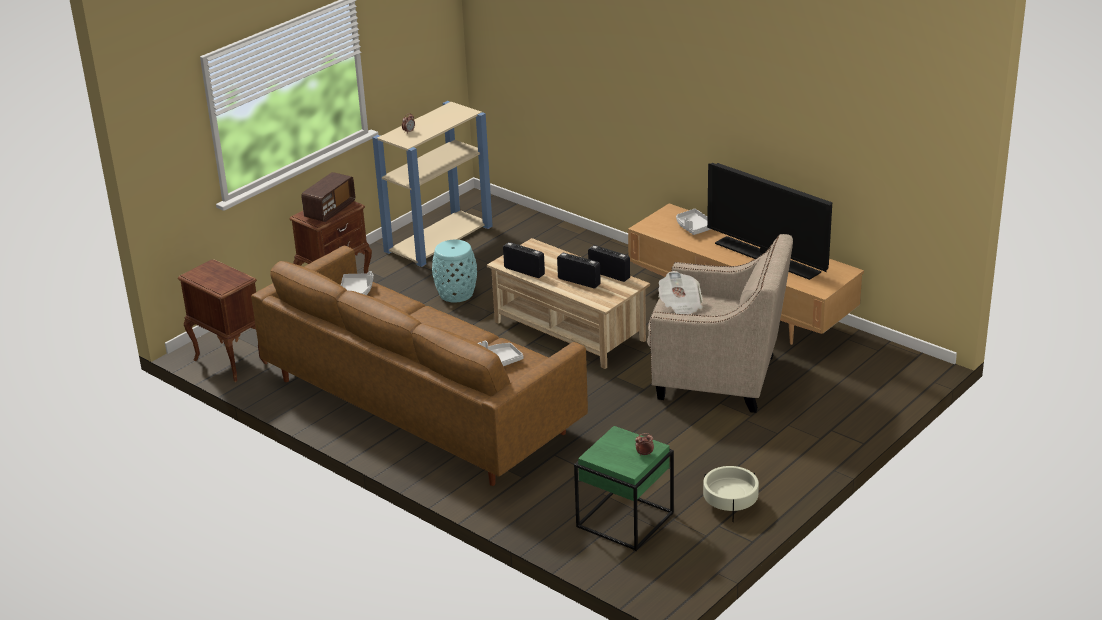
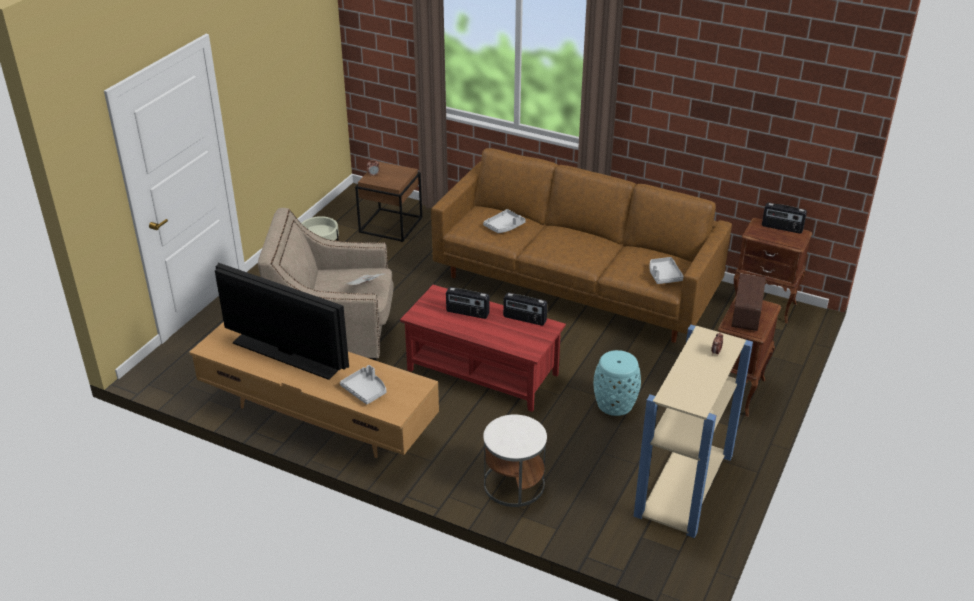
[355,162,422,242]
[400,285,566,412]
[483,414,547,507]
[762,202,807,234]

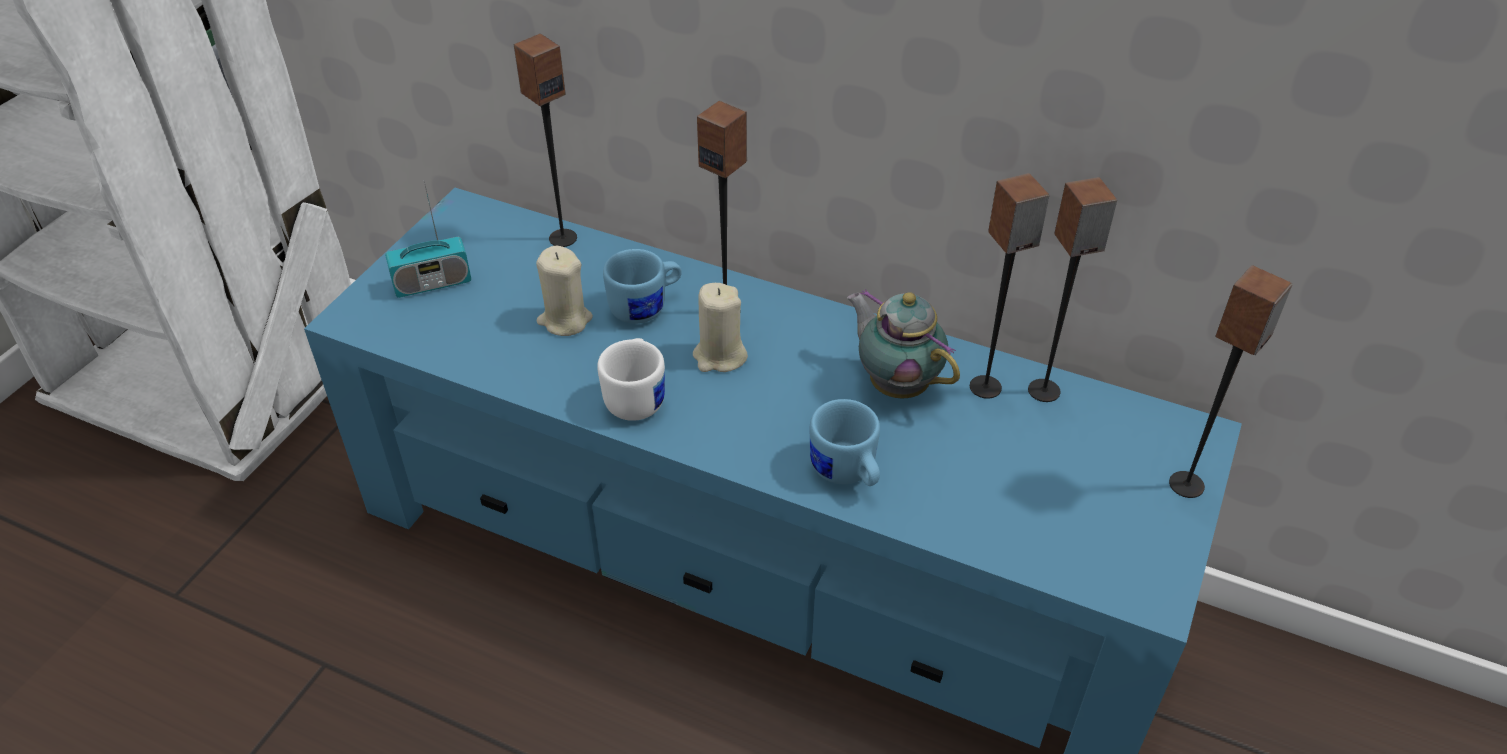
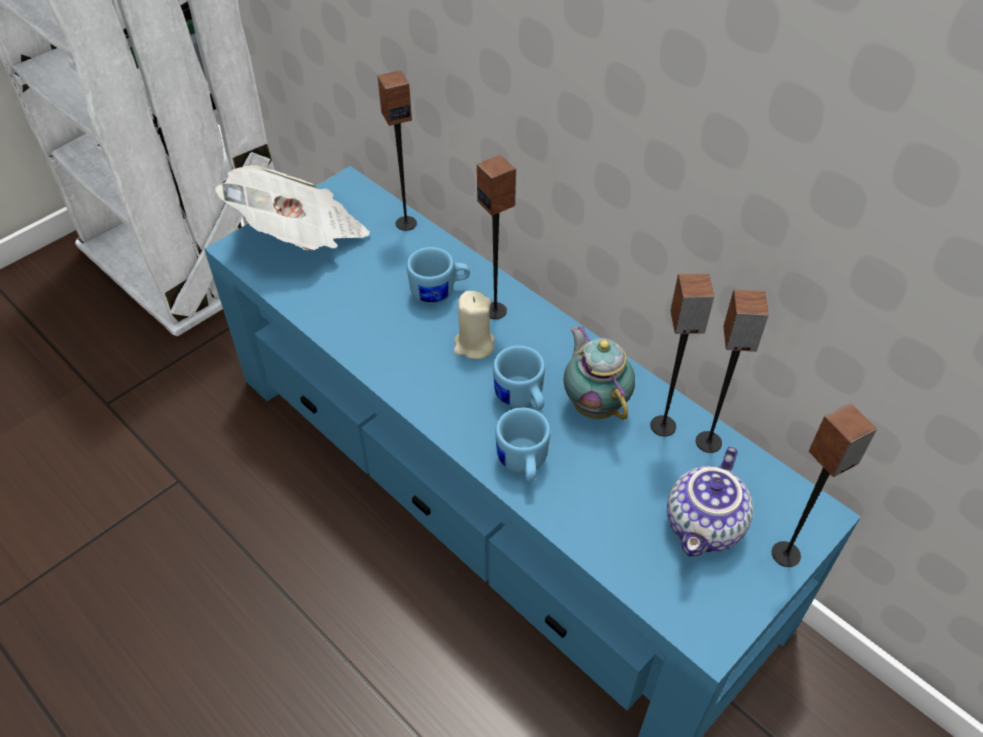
[215,165,370,251]
[493,346,545,411]
[667,447,753,557]
[536,245,593,336] (first image)
[597,338,665,421] (first image)

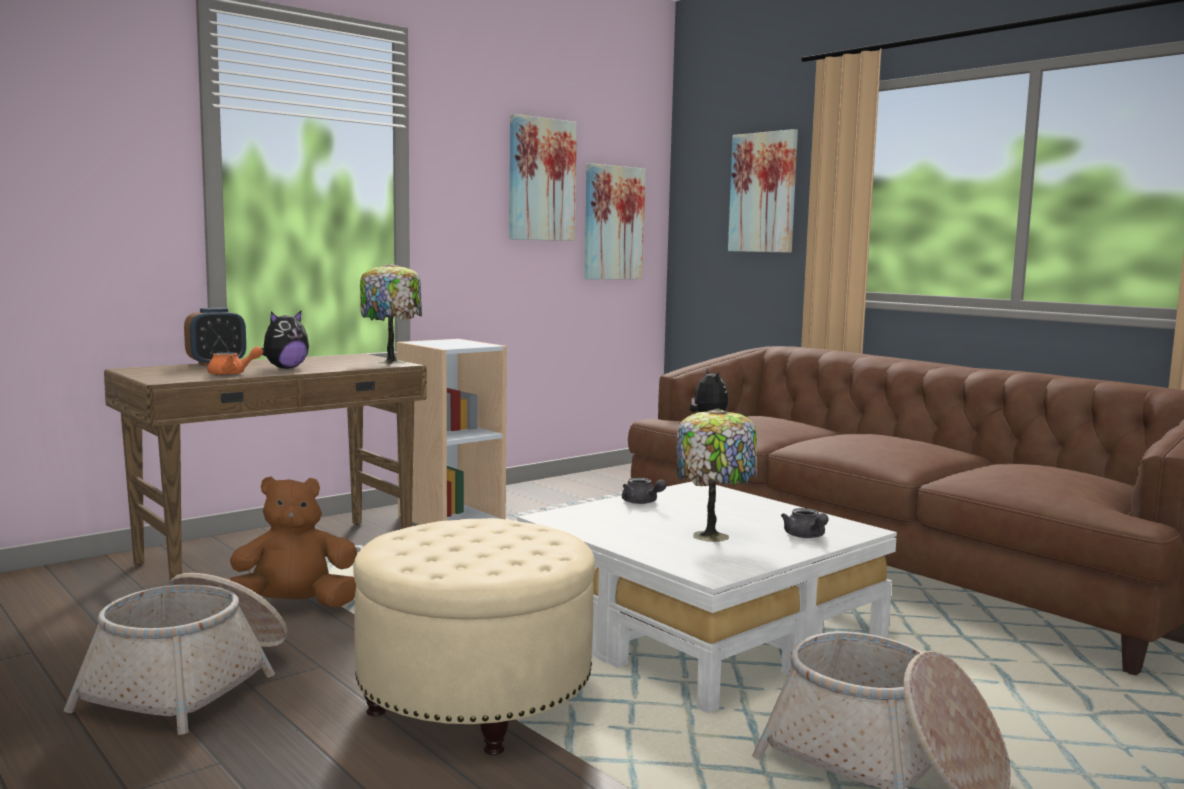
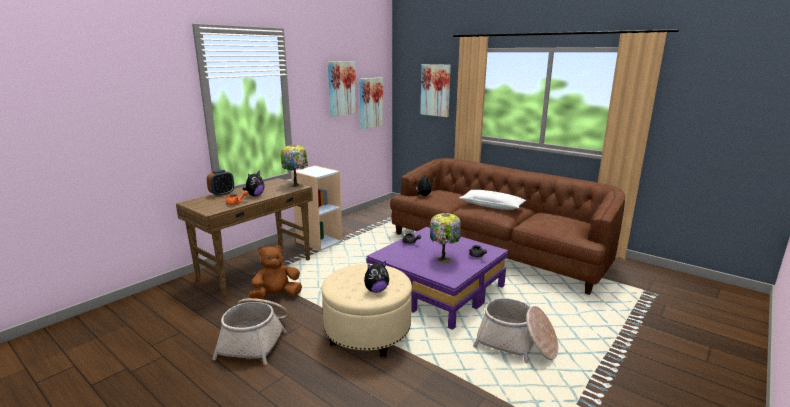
[364,261,389,293]
[367,227,508,330]
[459,190,526,210]

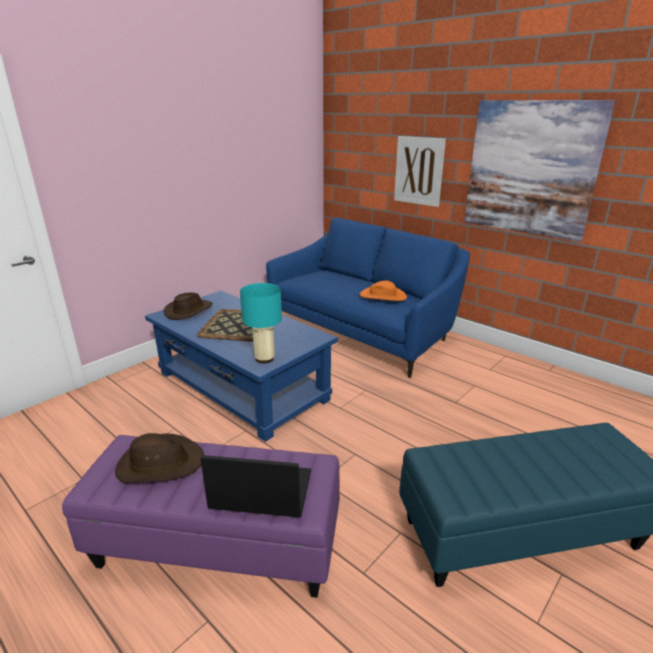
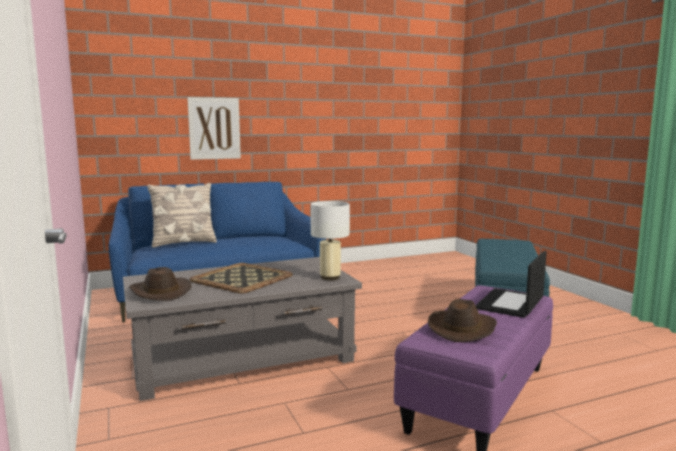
[123,257,362,401]
[147,183,217,248]
[311,201,350,280]
[359,281,407,301] (first image)
[464,100,615,242] (first image)

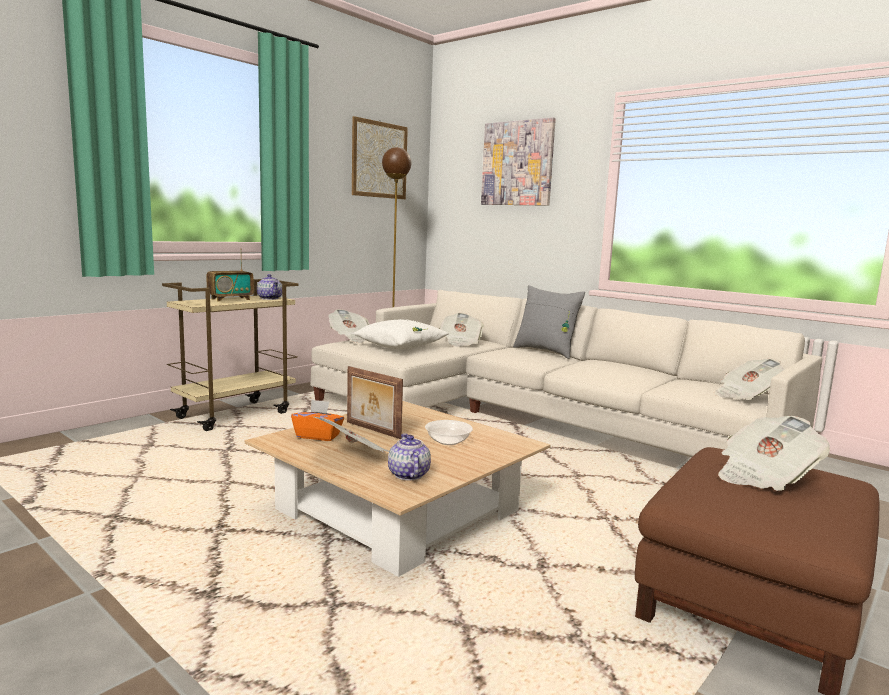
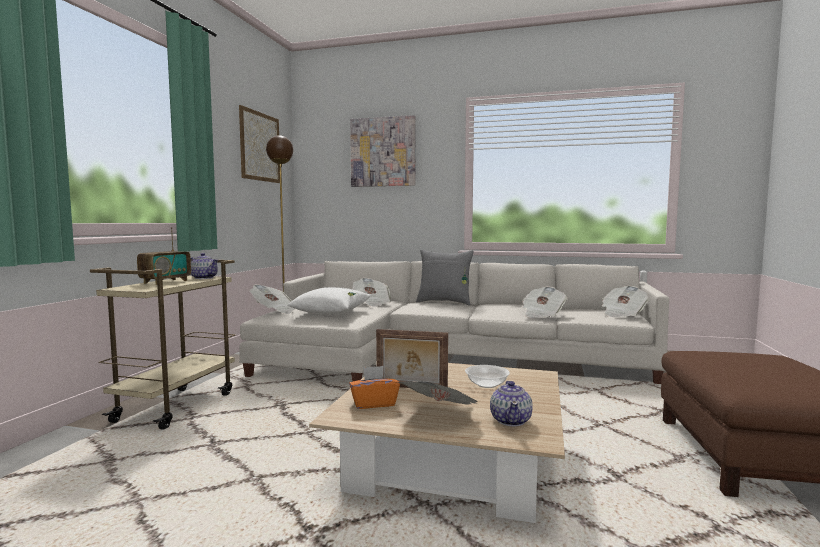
[490,381,533,426]
[522,286,568,318]

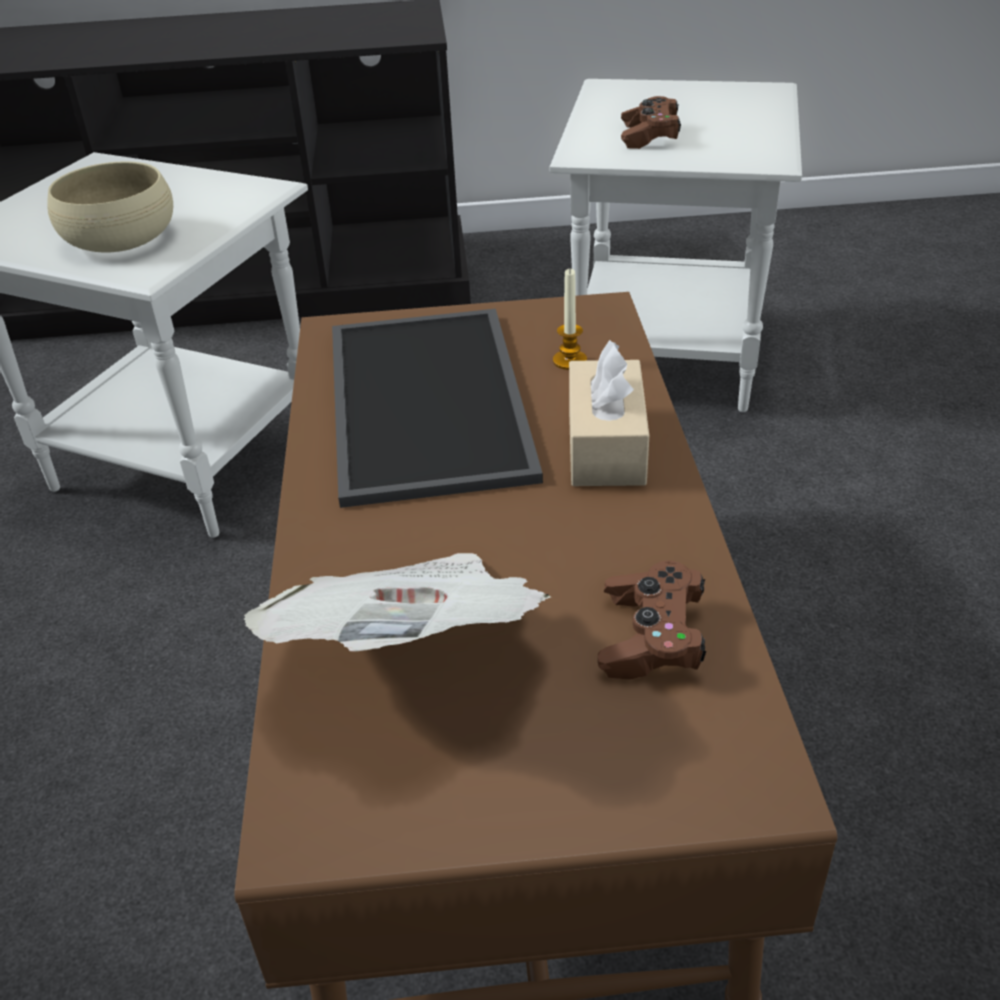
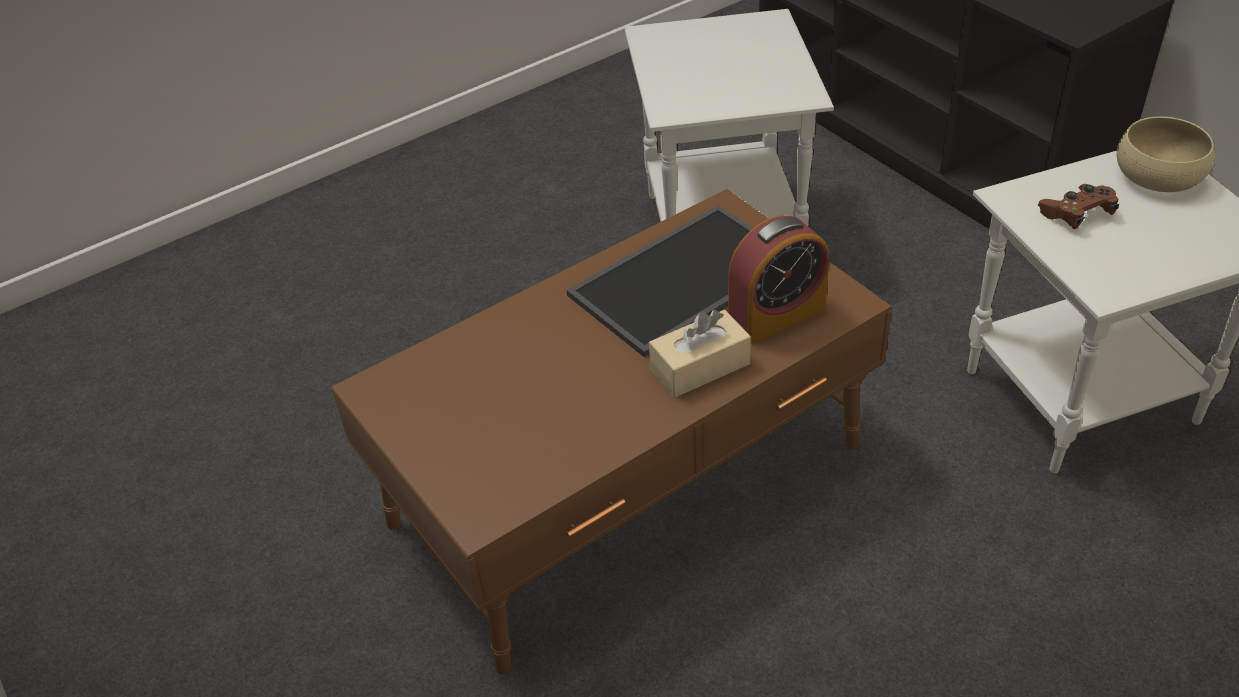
[728,215,829,344]
[1117,116,1214,192]
[243,553,551,652] (first image)
[598,560,706,680] (first image)

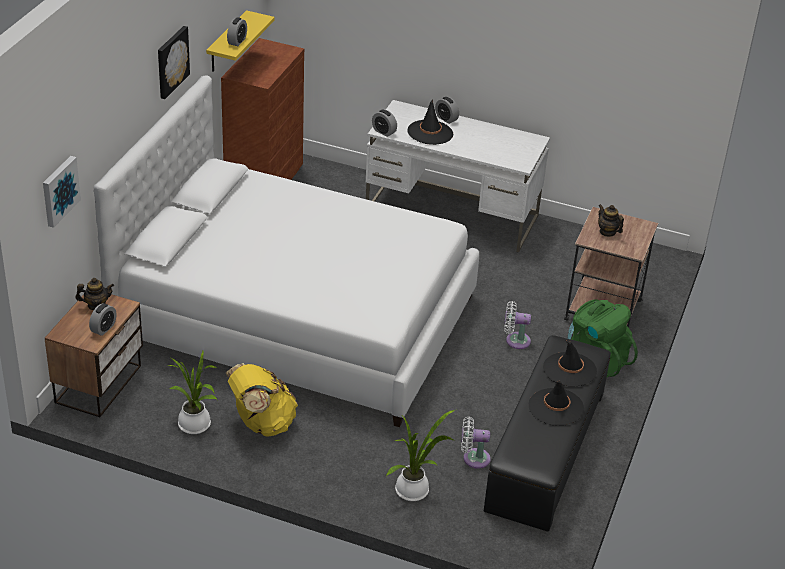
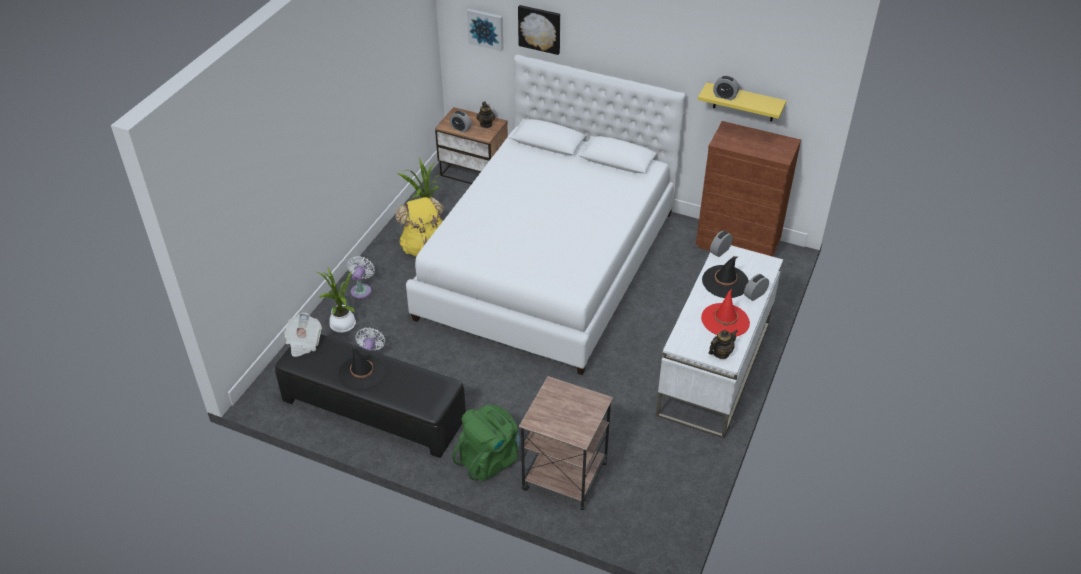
[284,313,322,357]
[347,256,375,299]
[518,5,560,55]
[701,289,750,337]
[708,330,738,359]
[543,340,597,387] (first image)

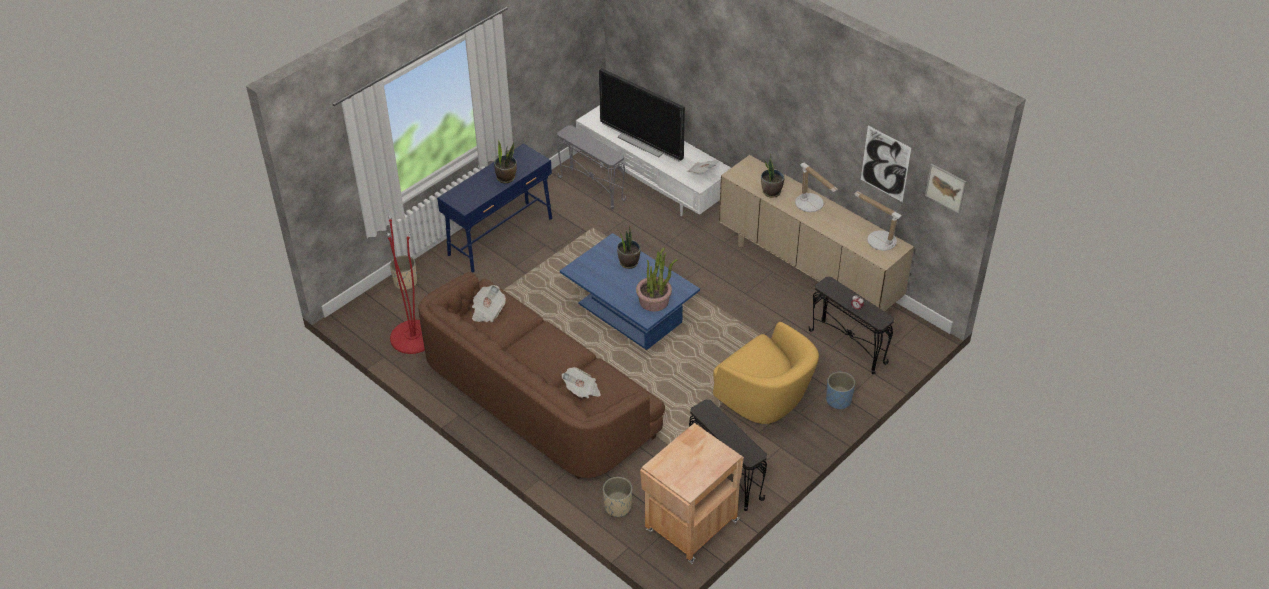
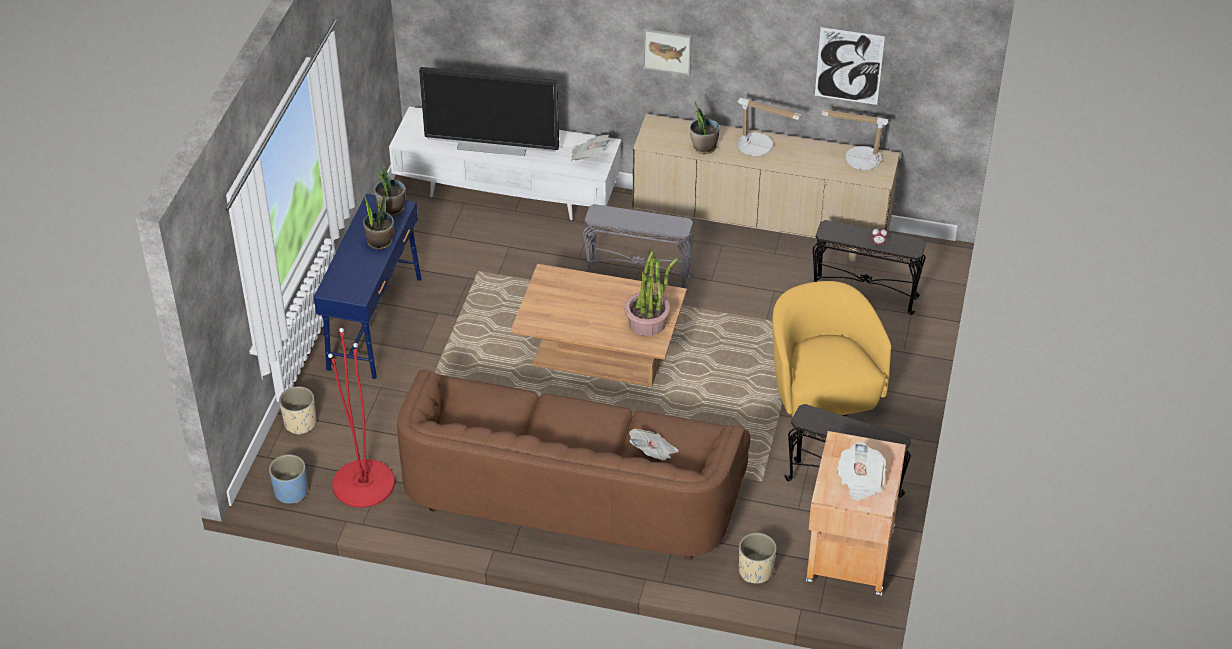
[269,454,308,503]
[375,161,405,216]
[511,264,687,387]
[583,204,694,293]
[643,29,691,76]
[773,281,891,417]
[837,442,886,501]

